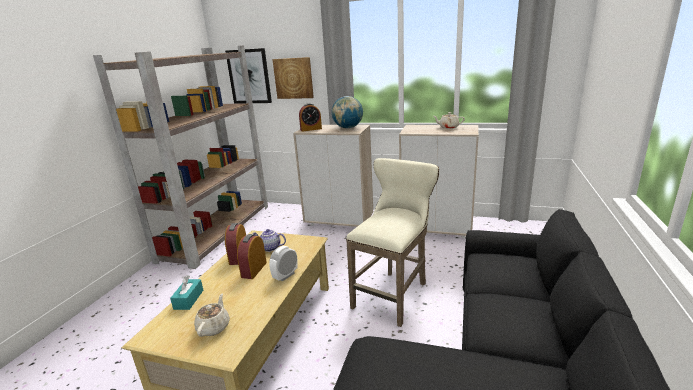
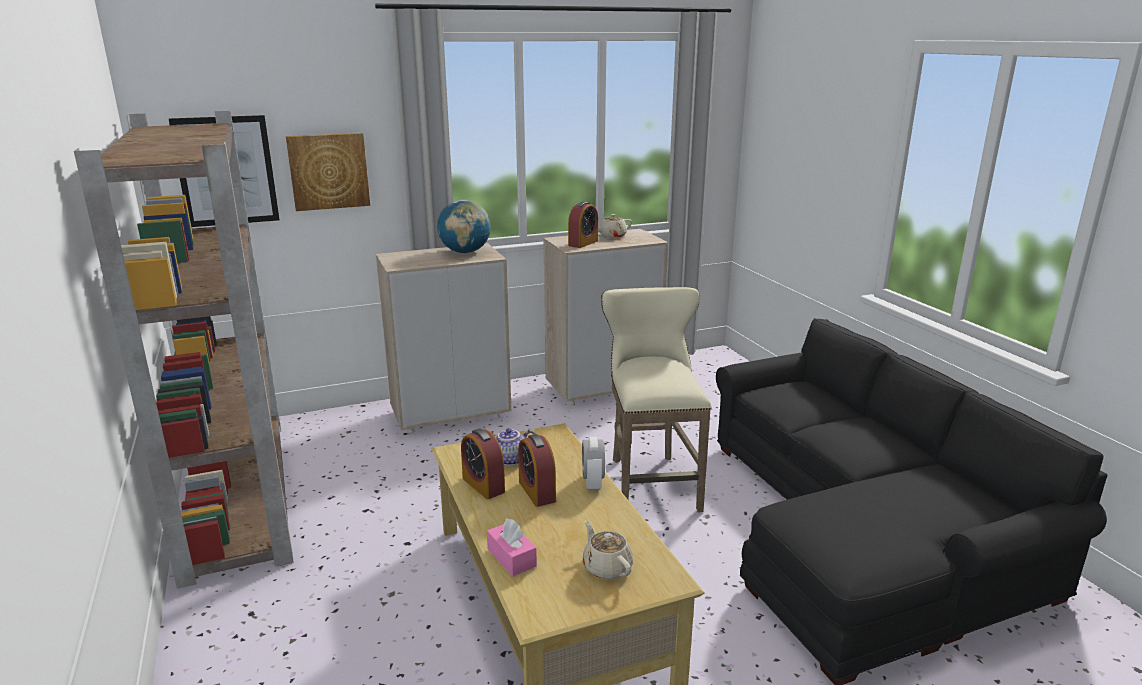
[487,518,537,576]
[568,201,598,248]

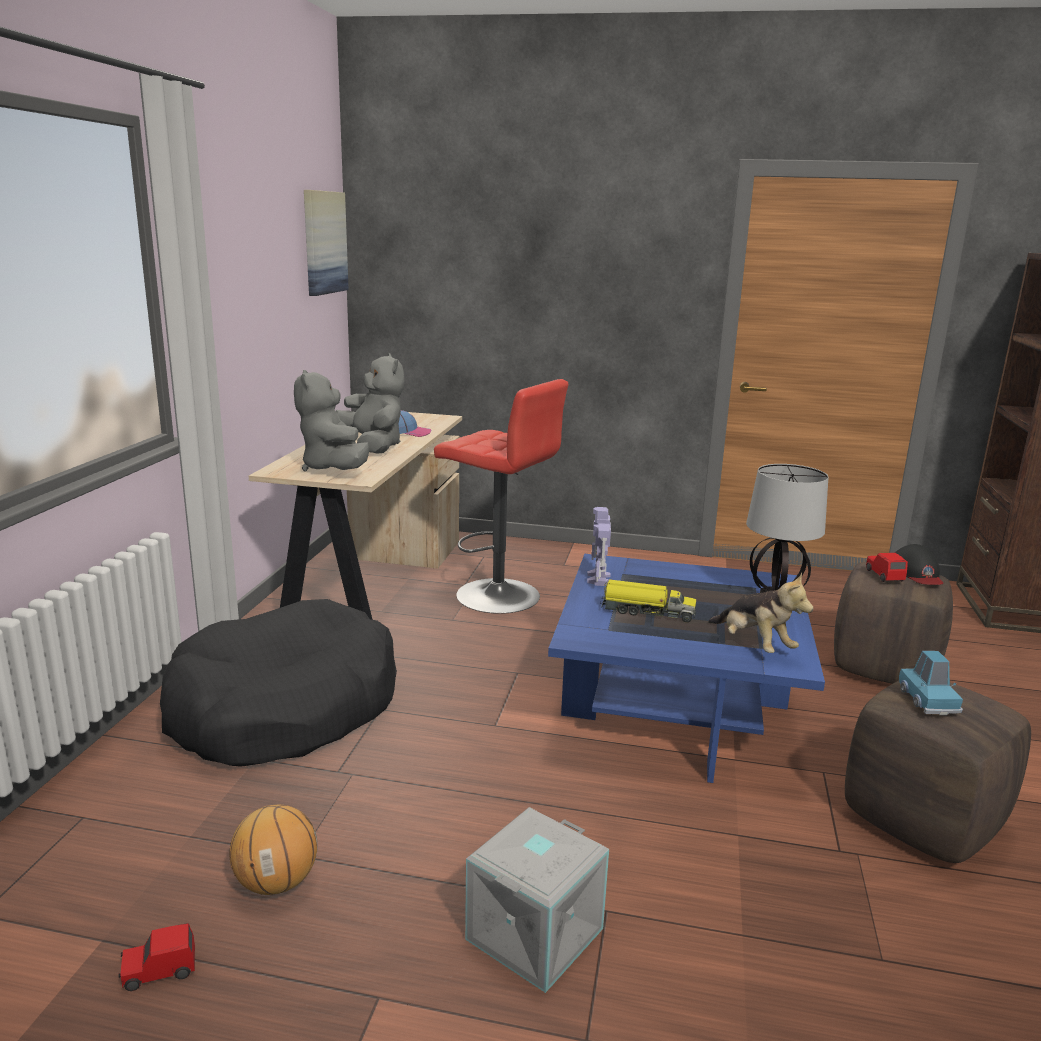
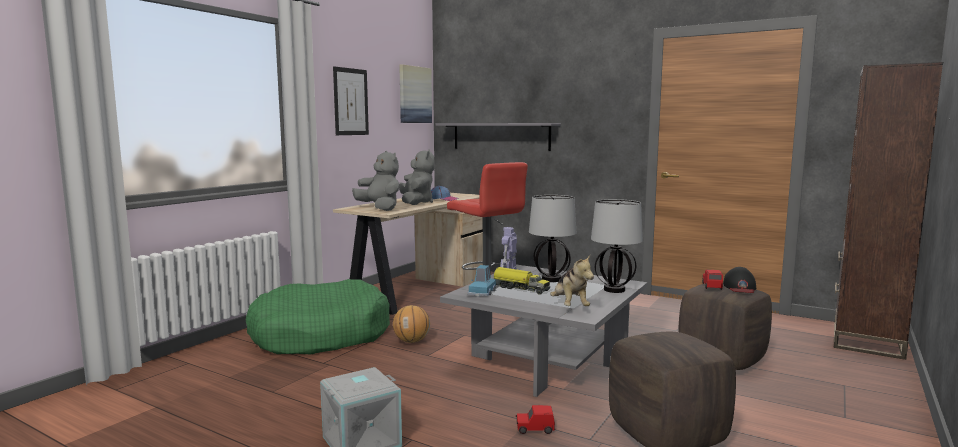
[246,279,390,354]
[333,66,369,135]
[352,151,399,211]
[393,305,430,343]
[436,123,561,151]
[440,265,647,397]
[468,265,496,296]
[516,405,555,434]
[529,195,577,282]

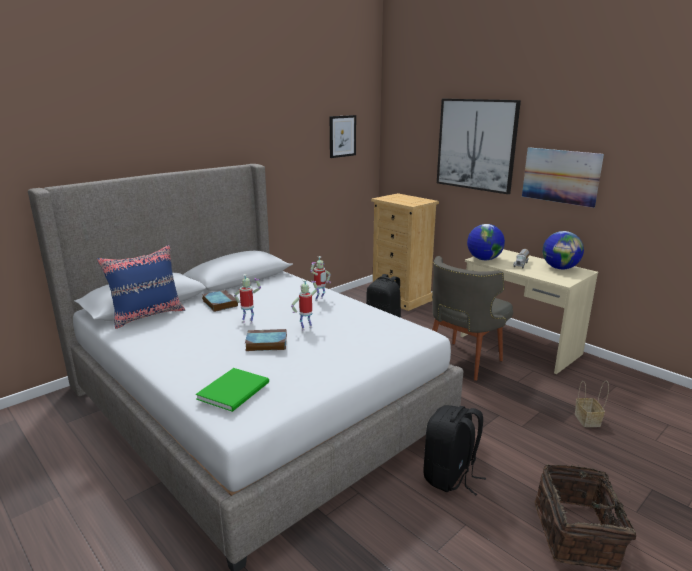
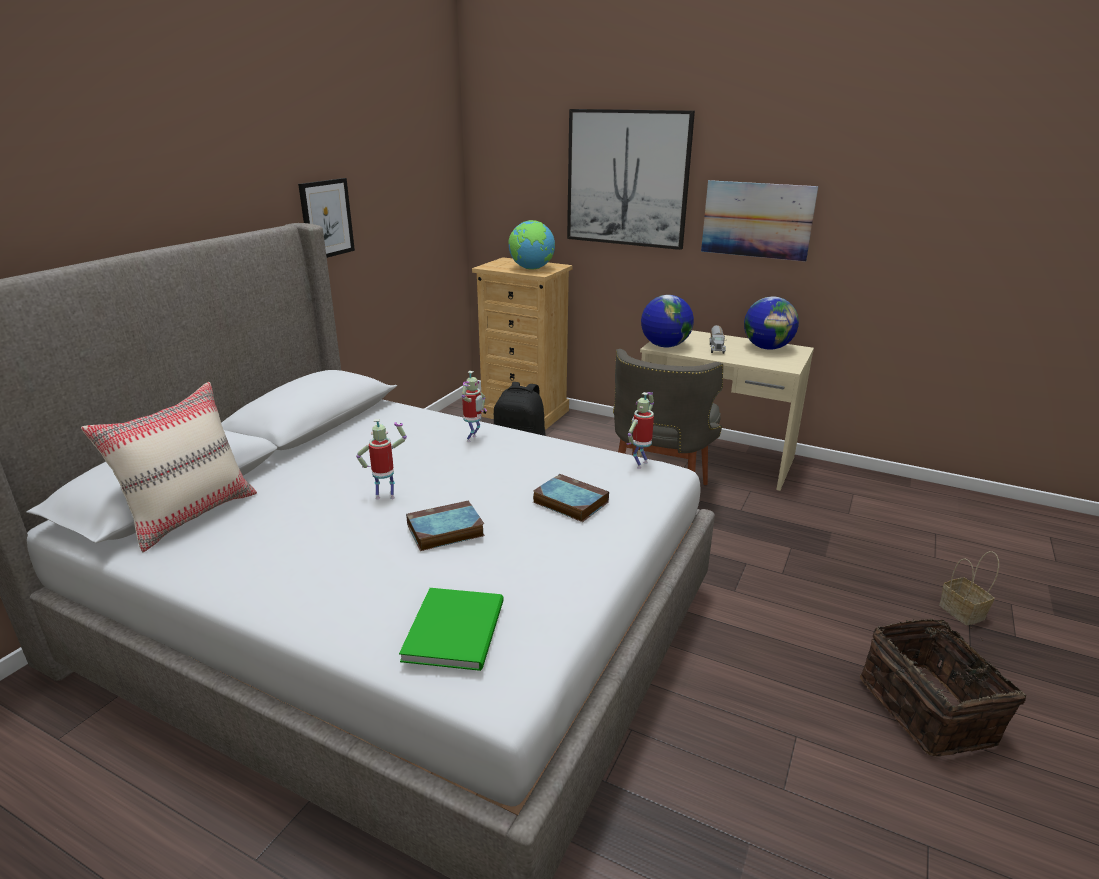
[81,382,257,552]
[298,178,355,258]
[508,220,555,270]
[533,474,609,522]
[626,392,654,469]
[939,551,999,625]
[424,405,486,495] (first image)

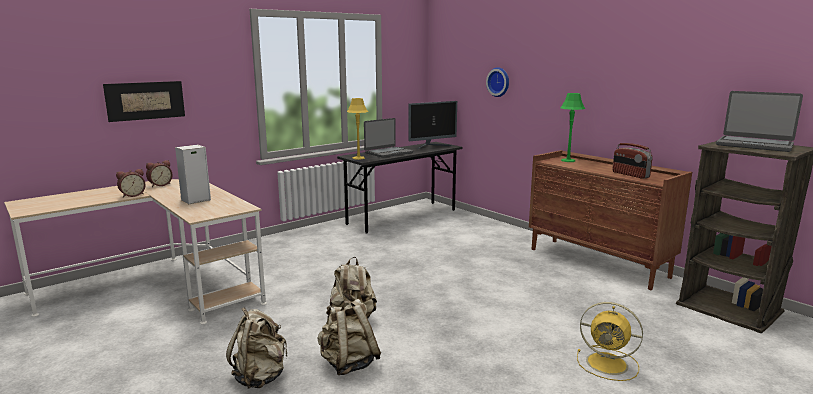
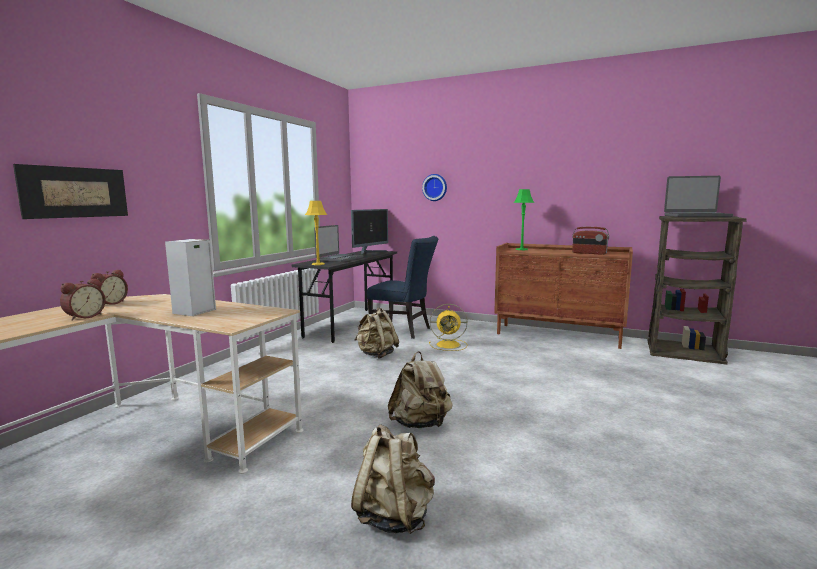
[354,307,399,359]
[367,236,438,339]
[429,304,467,351]

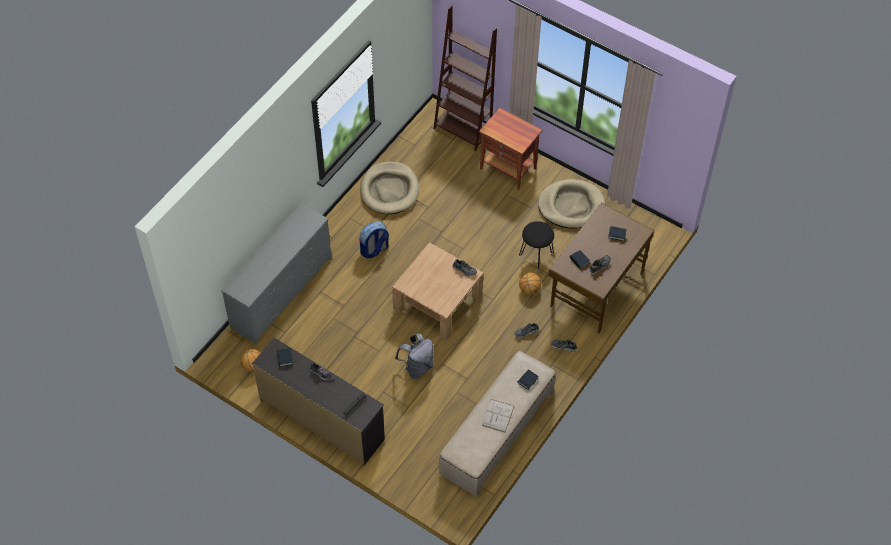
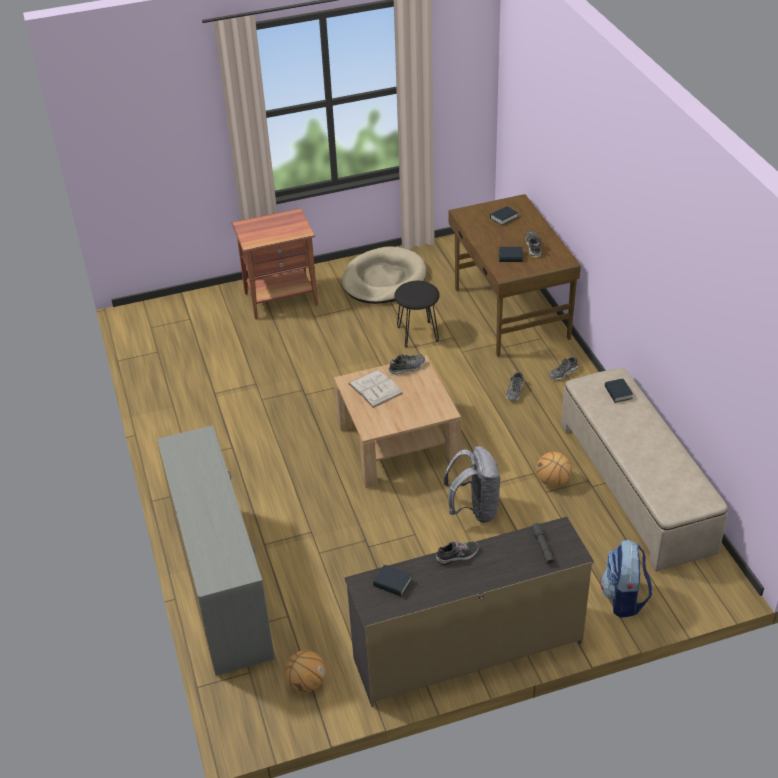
[348,370,403,408]
[536,452,572,487]
[600,540,652,618]
[360,161,419,214] (first image)
[434,5,497,151] (first image)

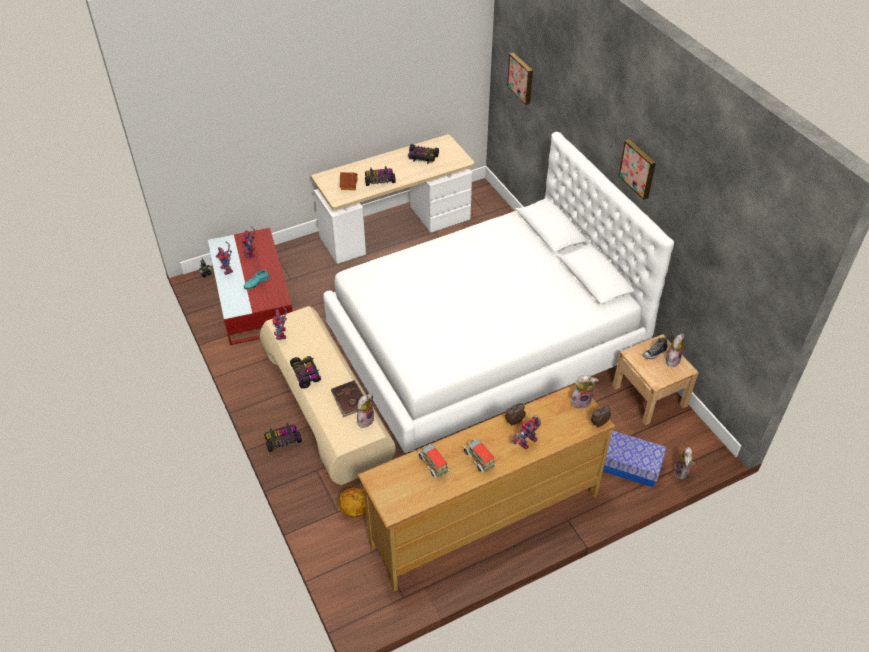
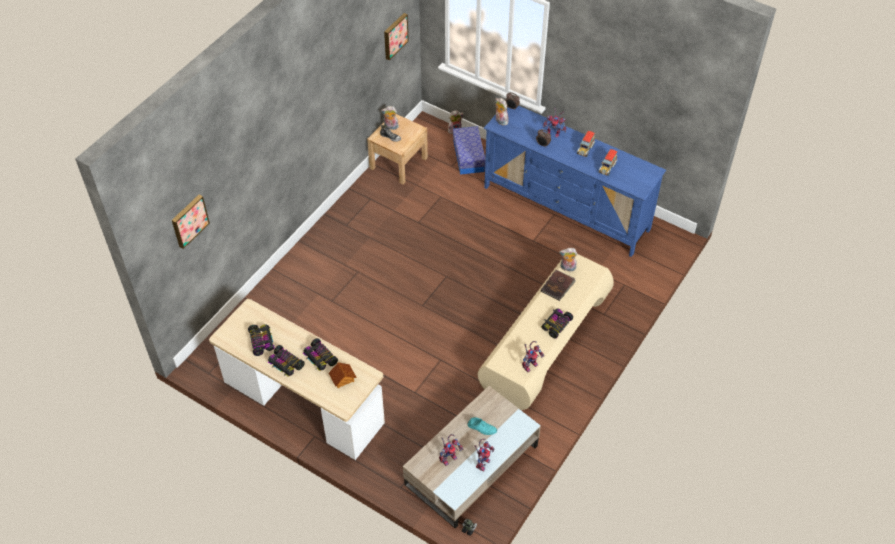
[268,345,304,377]
[384,13,409,60]
[403,386,541,528]
[484,106,666,257]
[324,132,674,454] (first image)
[338,487,366,517] (first image)

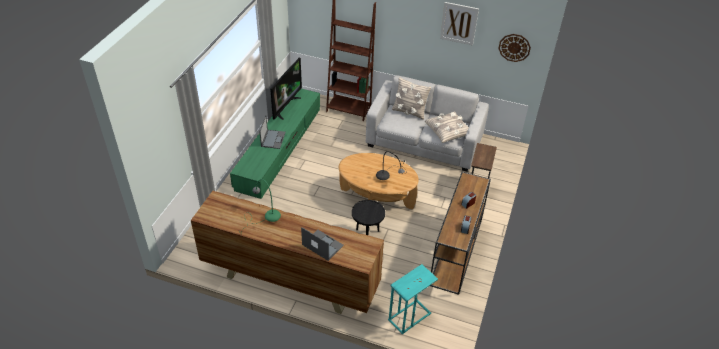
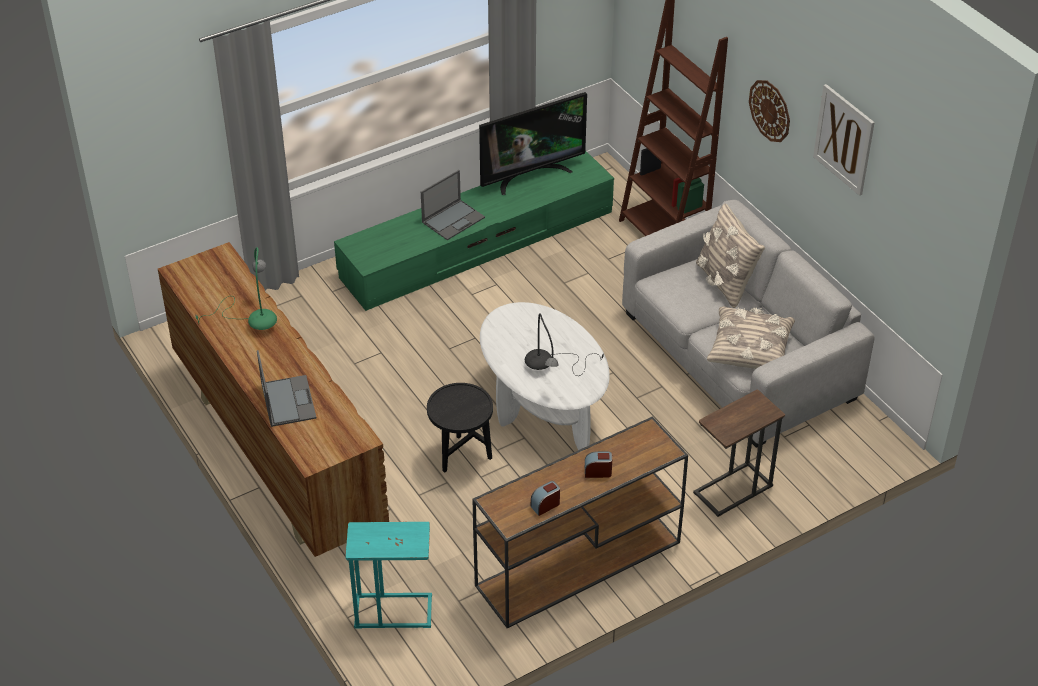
[480,302,610,450]
[749,80,790,142]

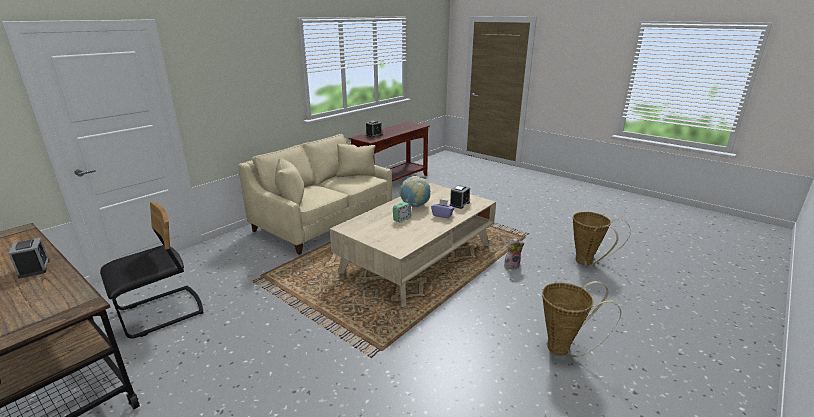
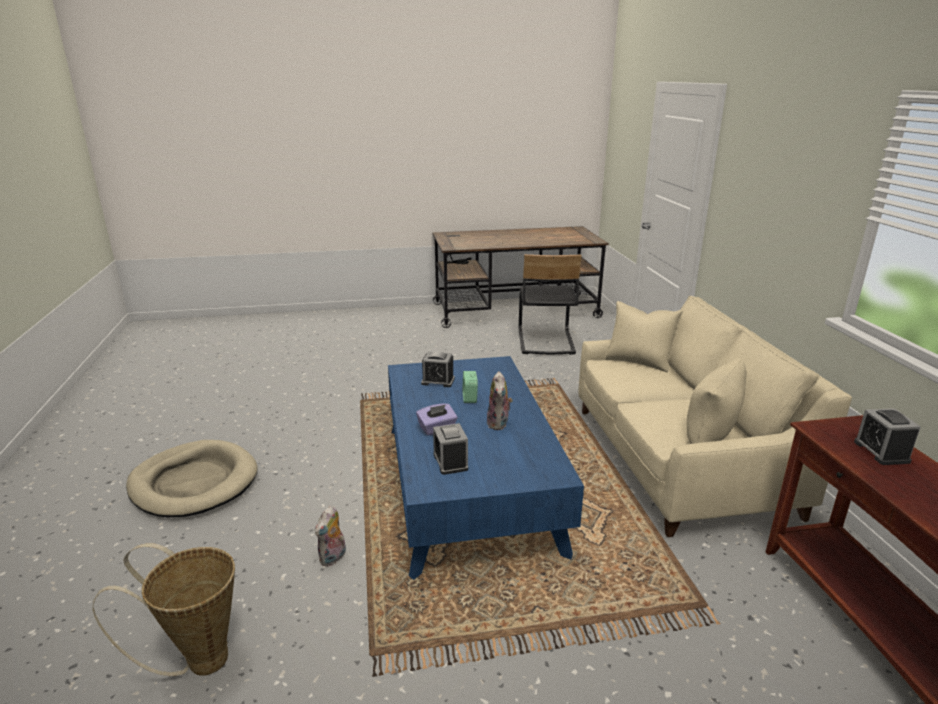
[126,440,258,517]
[388,356,584,580]
[421,352,455,387]
[487,371,513,430]

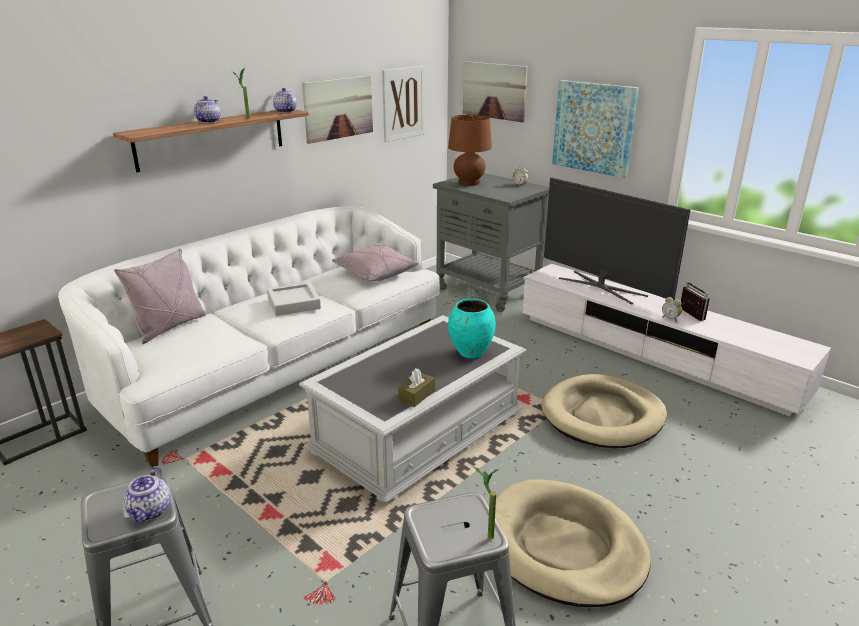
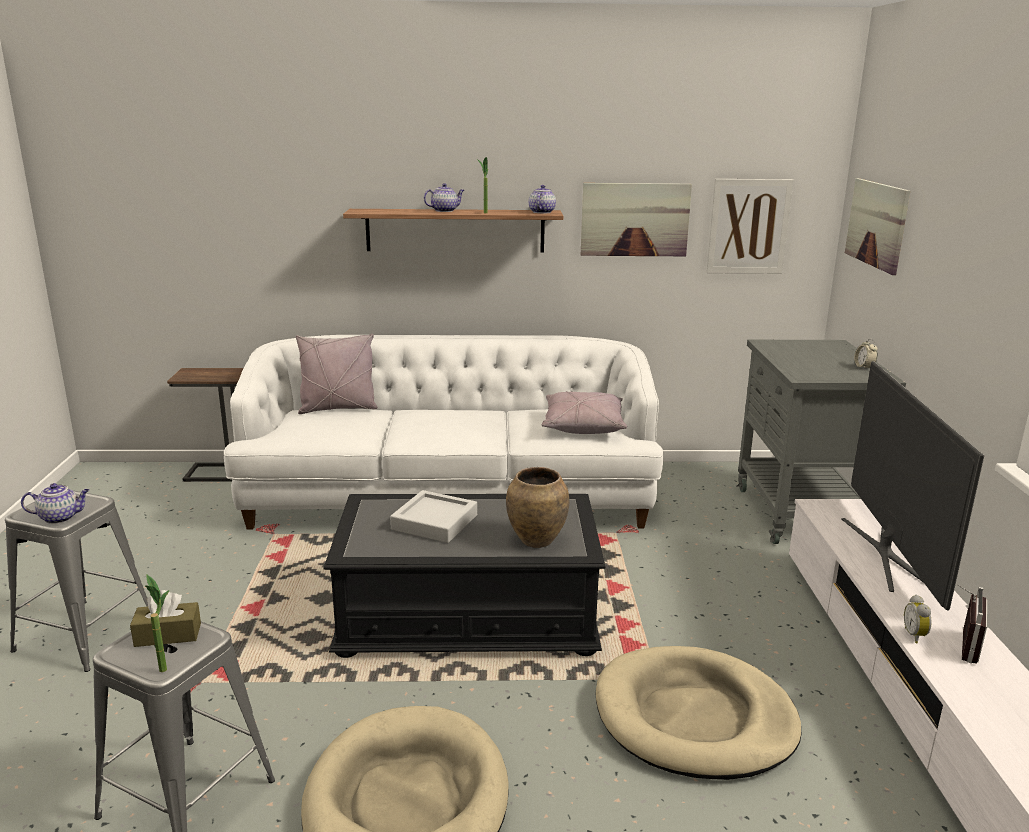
[21,483,90,524]
[130,590,201,647]
[323,494,606,658]
[390,490,477,543]
[506,467,569,548]
[448,115,492,186] (first image)
[552,80,639,178] (first image)

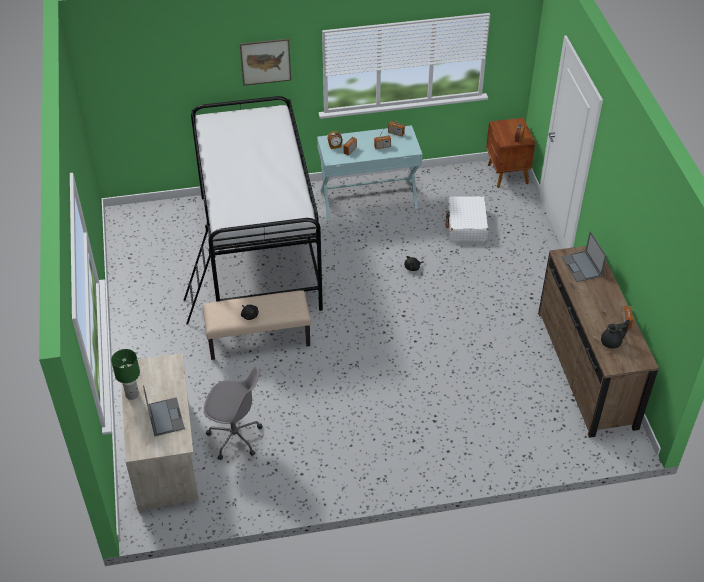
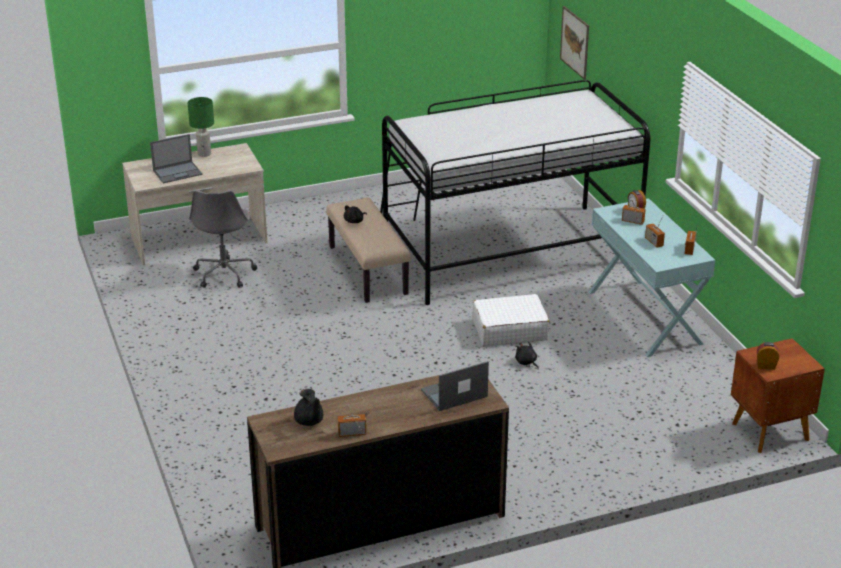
[473,294,549,347]
[560,6,589,80]

